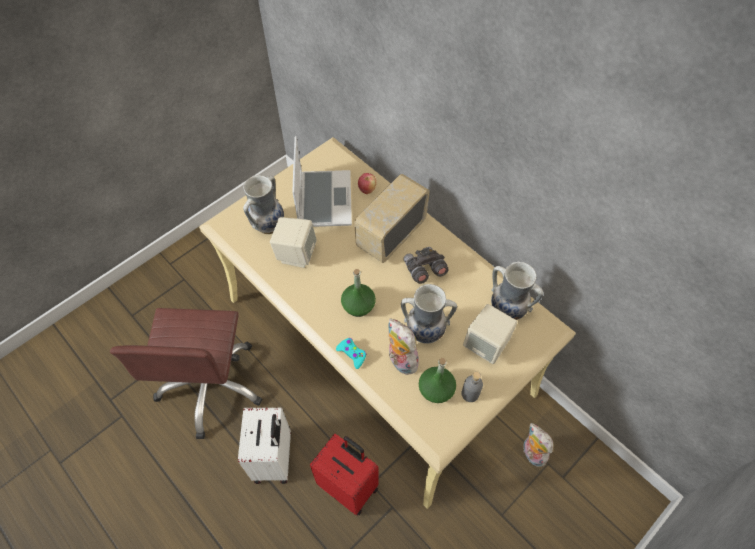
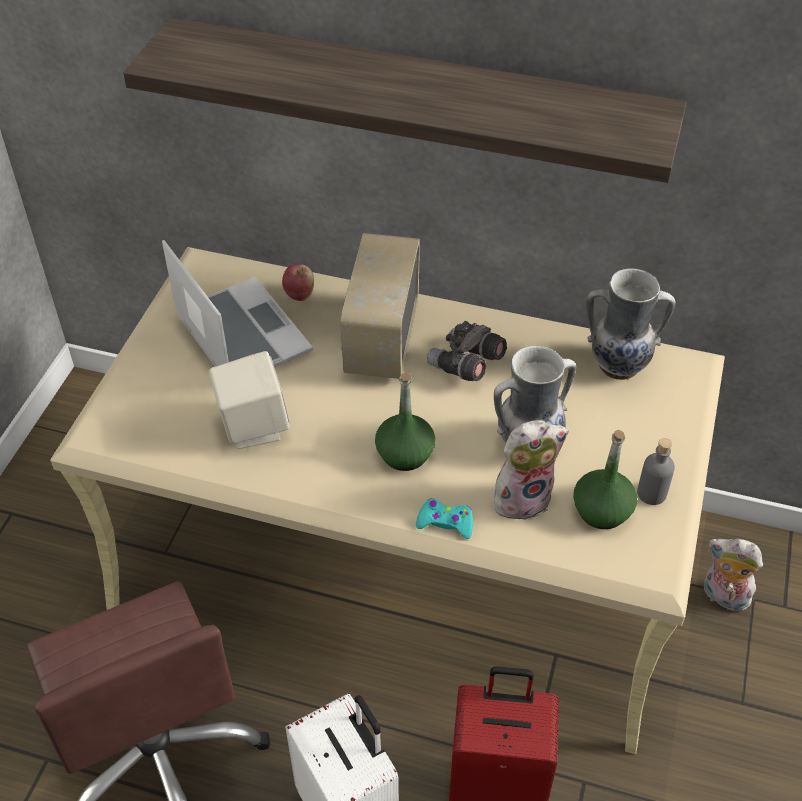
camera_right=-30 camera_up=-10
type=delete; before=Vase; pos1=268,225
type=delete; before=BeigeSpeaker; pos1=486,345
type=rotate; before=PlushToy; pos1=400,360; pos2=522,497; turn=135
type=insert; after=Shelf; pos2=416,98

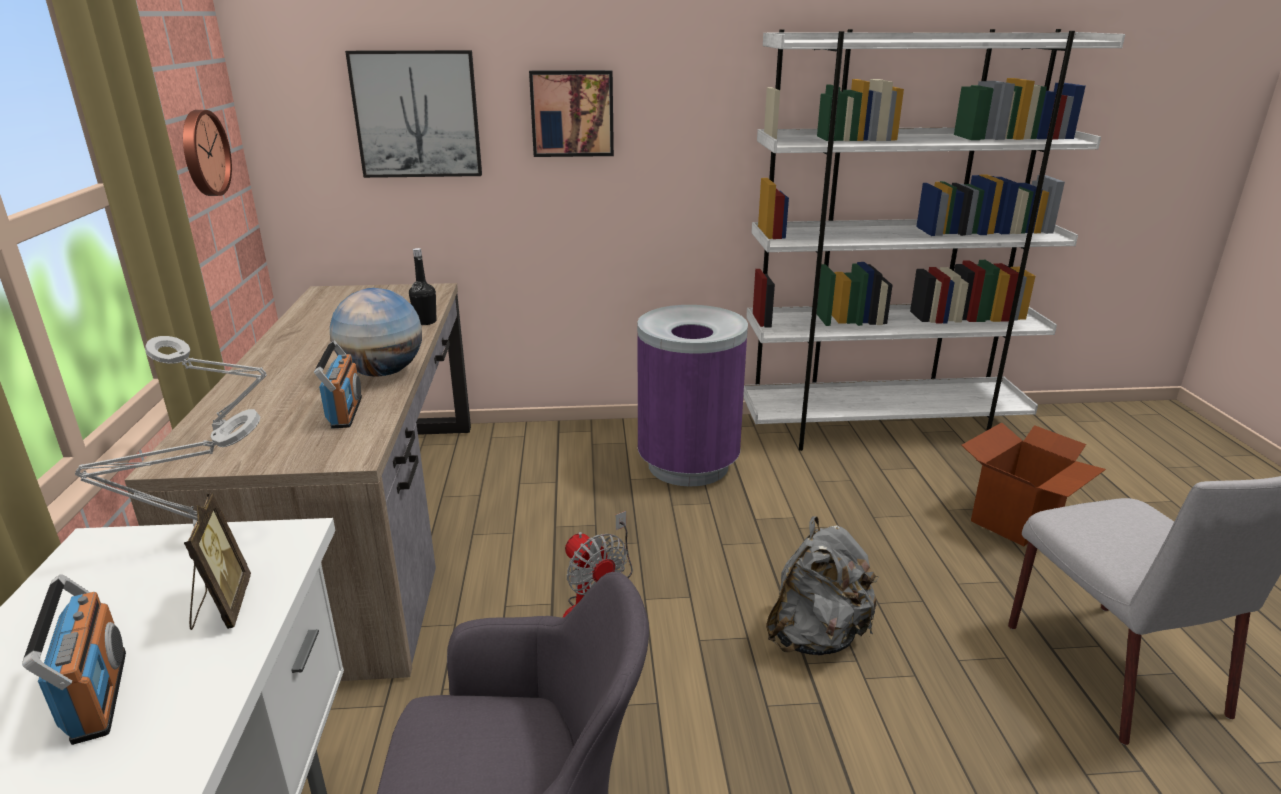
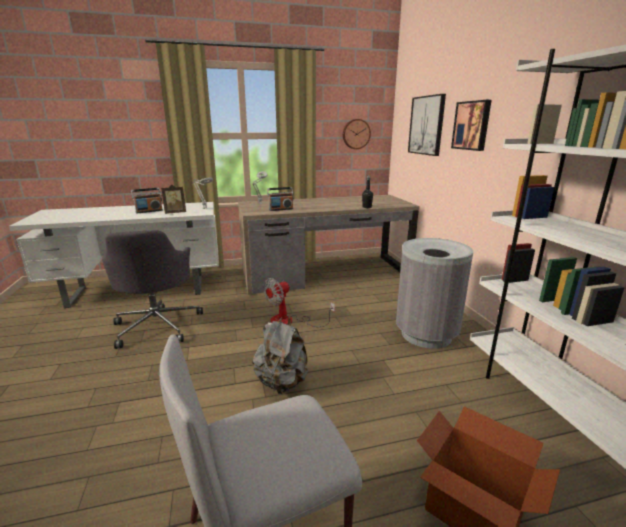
camera_right=80 camera_up=-5
type=delete; before=Globe; pos1=383,372
type=recolor; before=PurpleTrashCan; after=GreyTrashCan; pos1=688,465; pos2=426,335

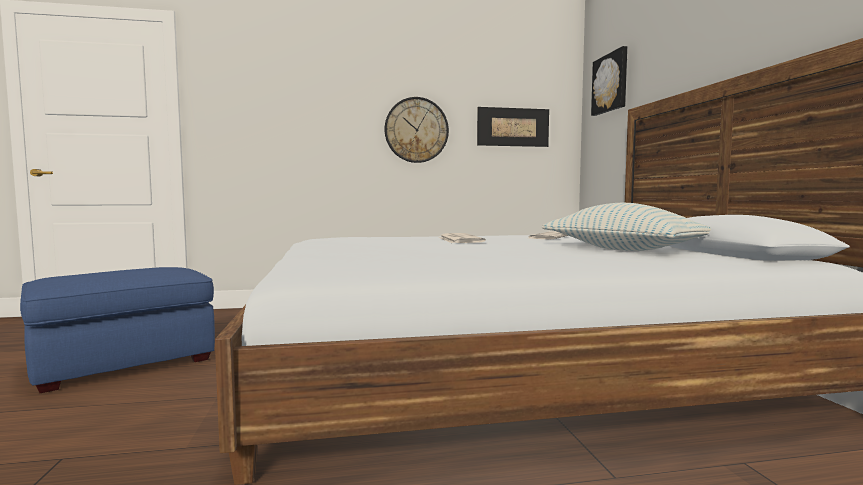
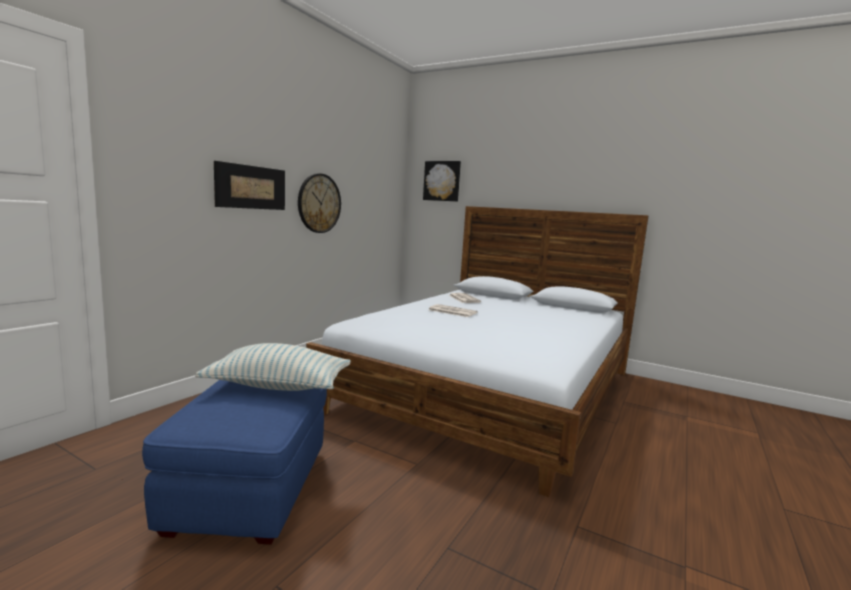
camera_right=-50 camera_up=5
type=move; before=Picture; pos1=513,127; pos2=251,187
type=move; before=Pillow; pos1=622,249; pos2=278,386

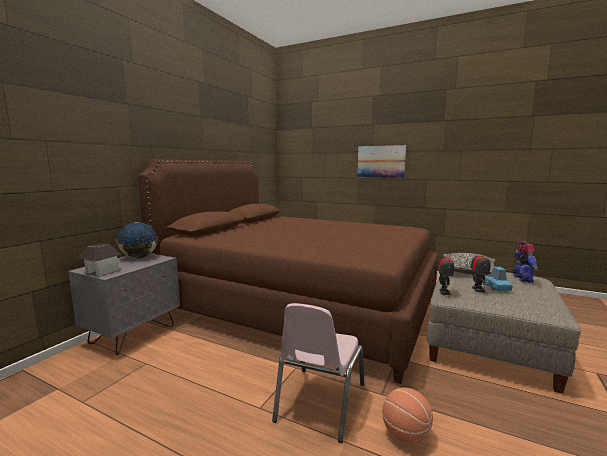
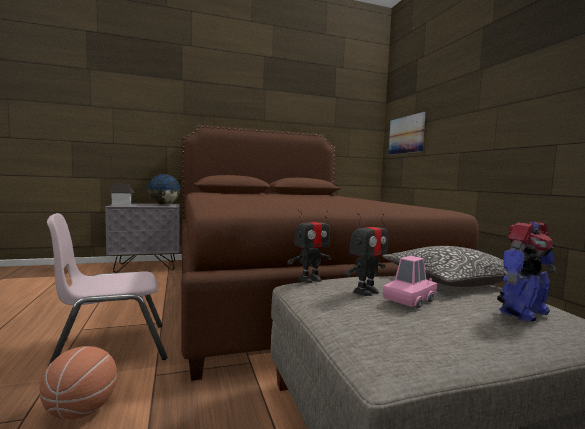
camera_right=45 camera_up=-5
type=move; before=Picture; pos1=381,161; pos2=406,135
type=recolor; before=BlueToyCar; after=PinkToyCar; pos1=496,287; pos2=410,299

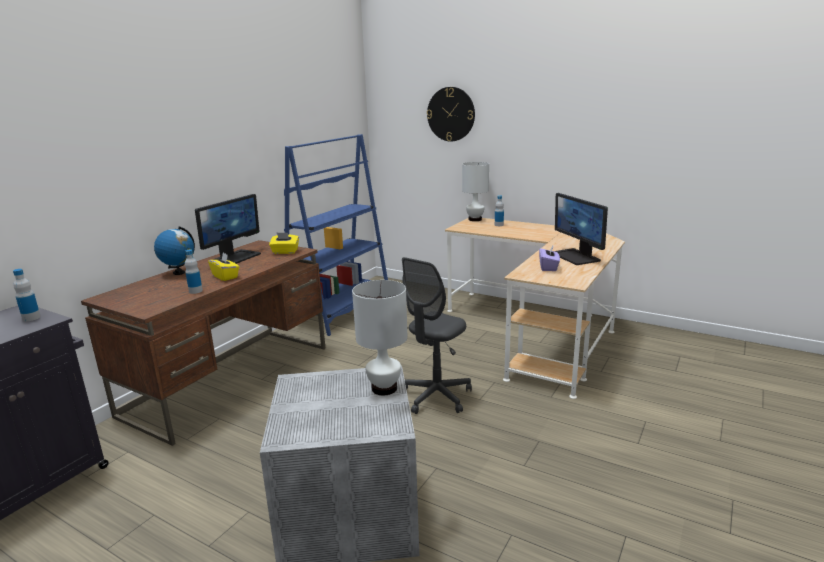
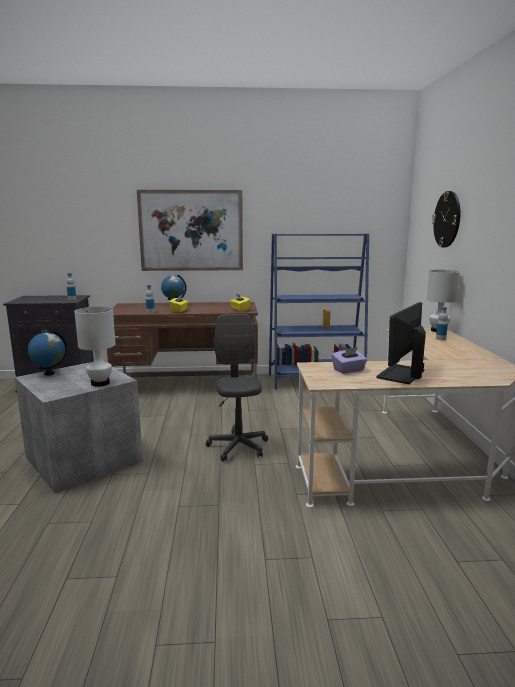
camera_right=55 camera_up=-5
type=delete; before=Monitor; pos1=235,257
type=rotate; before=GreyOfficeChair; pos1=436,396; pos2=238,447; turn=75
type=insert; after=Picture; pos2=191,230
type=insert; after=Globe; pos2=49,373

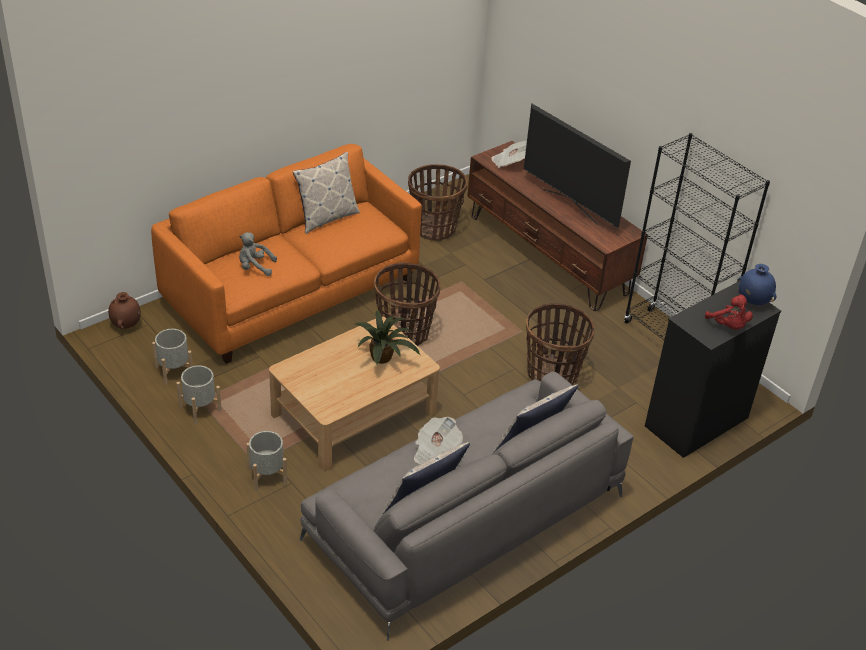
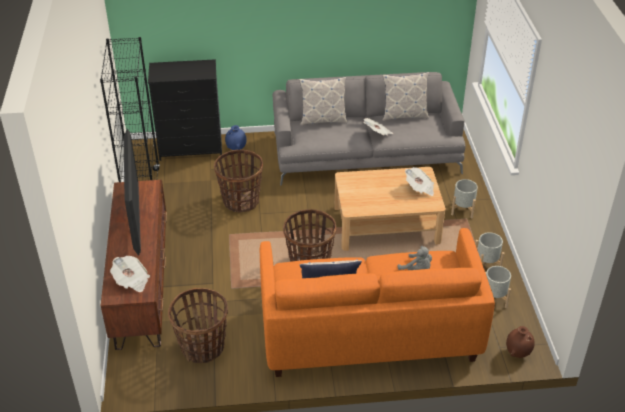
camera_right=-145 camera_up=0
type=move; before=BlueVase; pos1=752,301; pos2=236,149
type=delete; before=RedPlushToy; pos1=728,326
type=delete; before=PottedPlant; pos1=383,357
type=insert; after=Newspaper; pos2=419,188

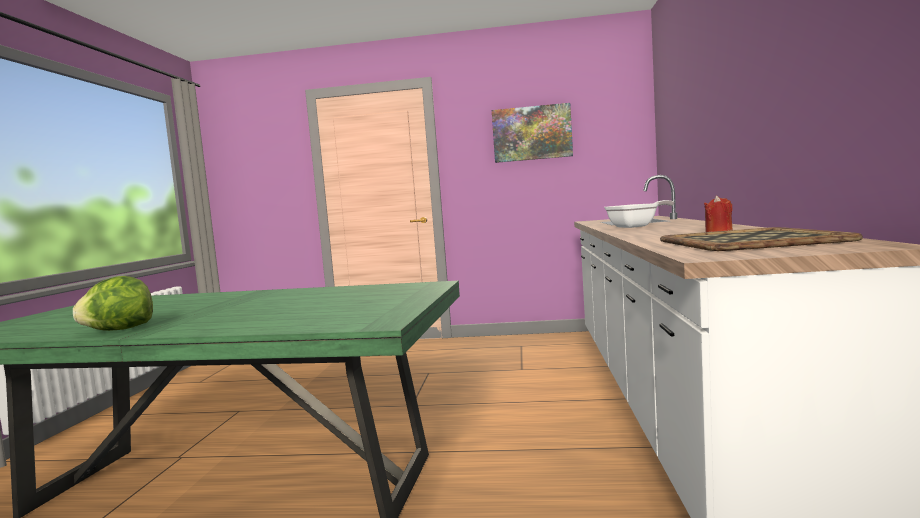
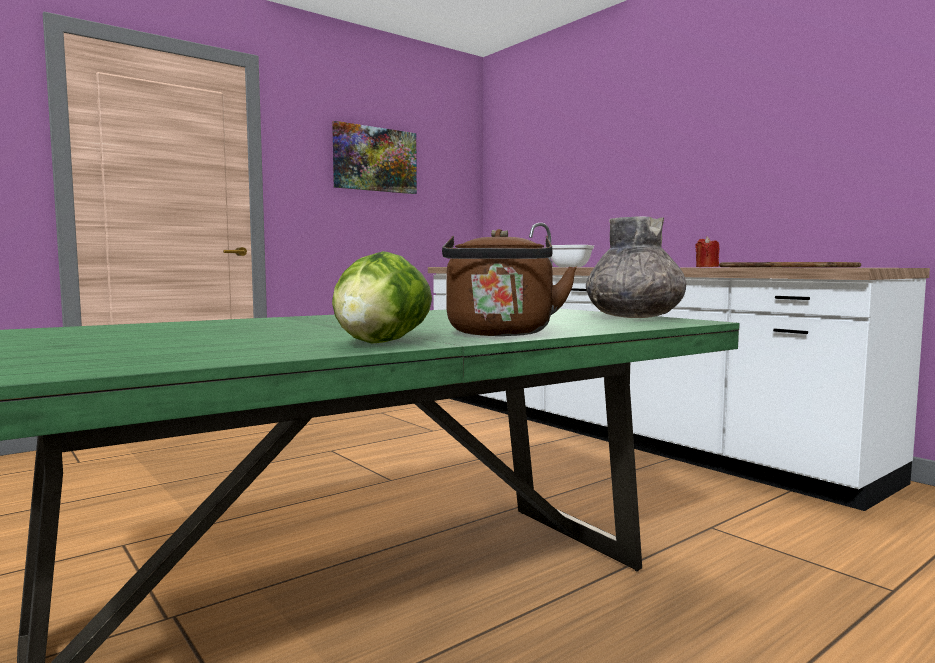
camera_right=-45 camera_up=0
type=insert; after=GreyVase; pos2=634,317
type=insert; after=BrownKettle; pos2=500,334

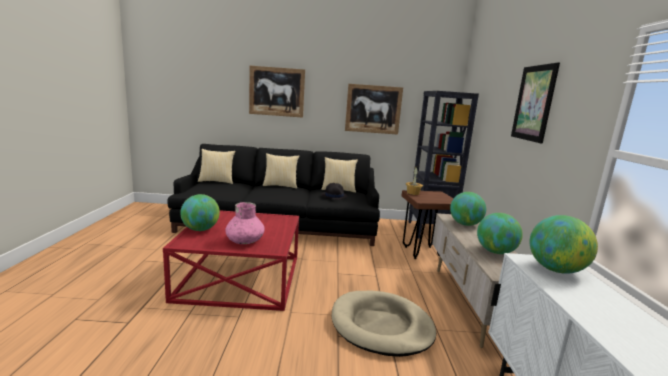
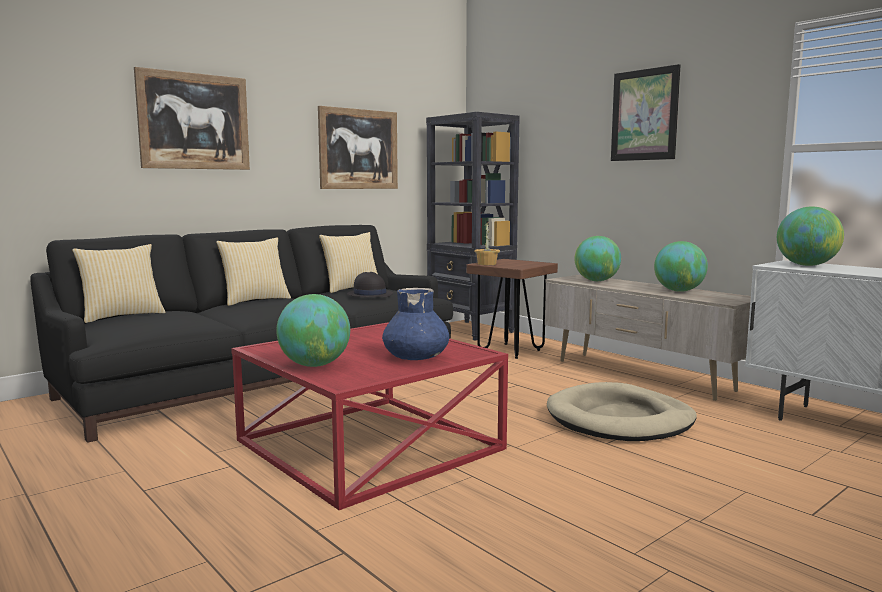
camera_right=-40 camera_up=-5
type=recolor; before=PinkVase; after=BlueVase; pos1=245,241; pos2=416,357

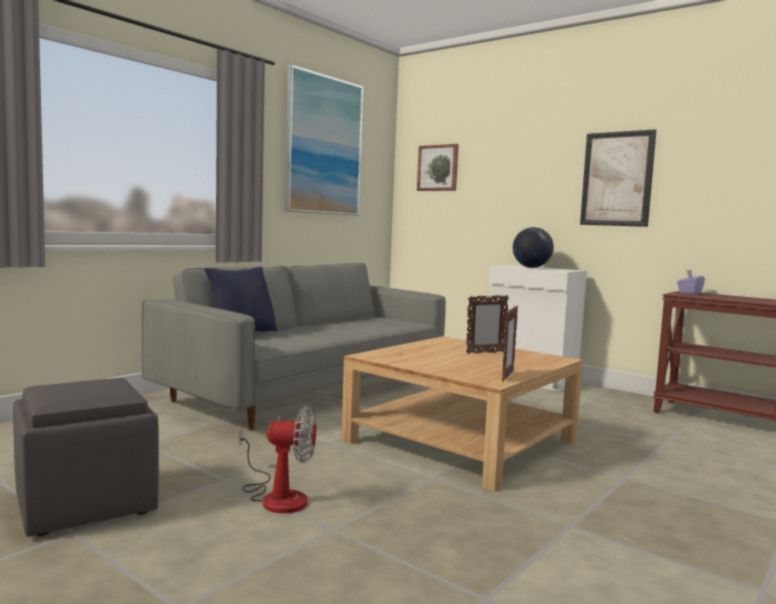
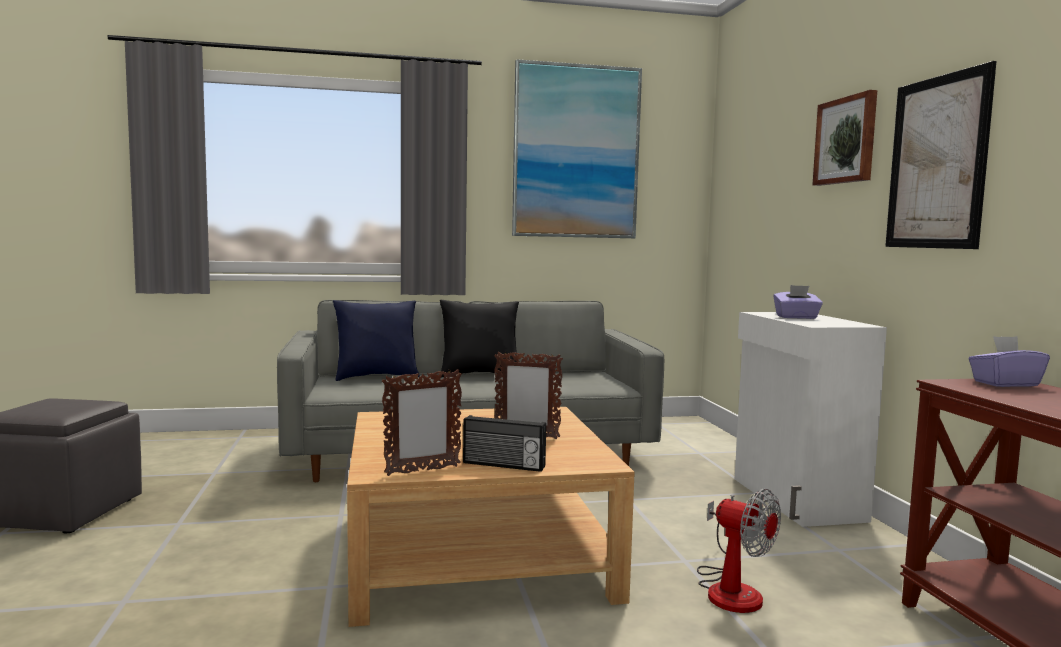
camera_right=40 camera_up=0
type=move; before=Picture; pos1=438,168; pos2=846,140
type=replace; before=Globe; after=PurpleTissueBox; pos1=531,267; pos2=796,317
type=move; before=Fan; pos1=277,496; pos2=730,589
type=insert; after=BlackPillow; pos2=479,375
type=insert; after=Radio; pos2=503,465

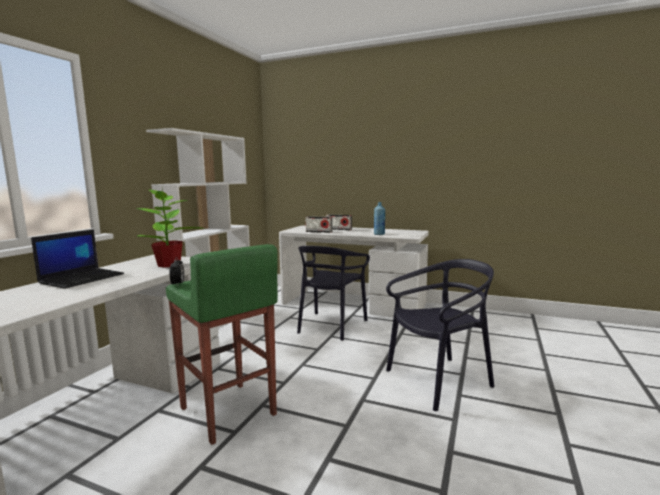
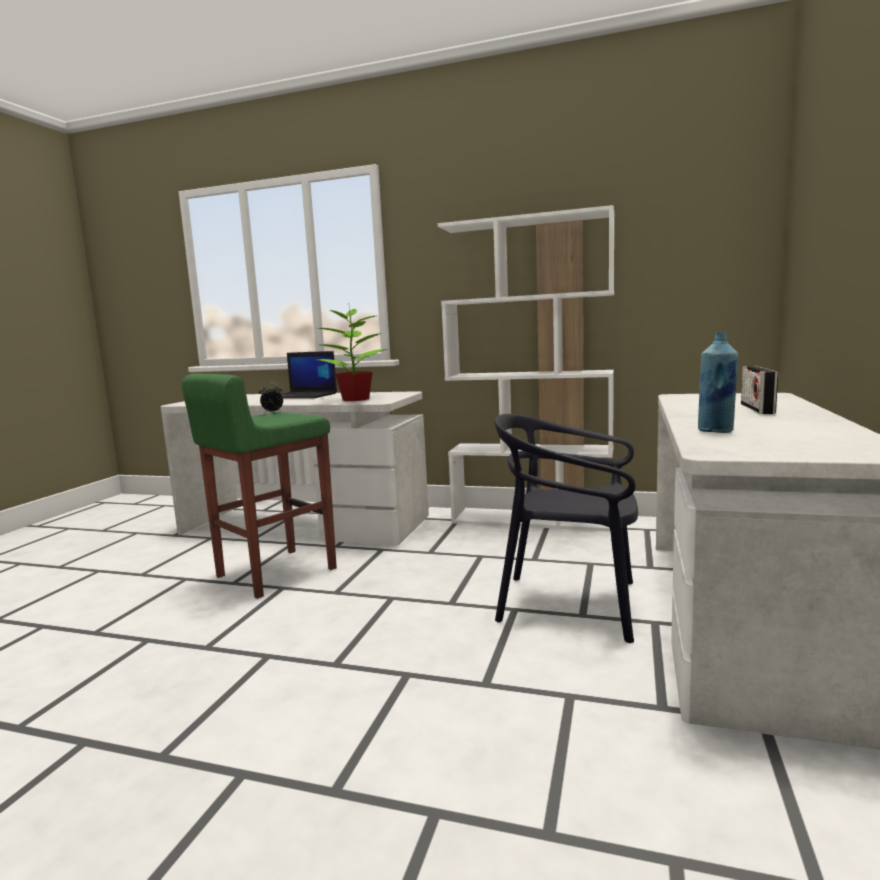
camera_right=85 camera_up=0
type=delete; before=Radio; pos1=319,232
type=delete; before=BlackChair; pos1=439,381

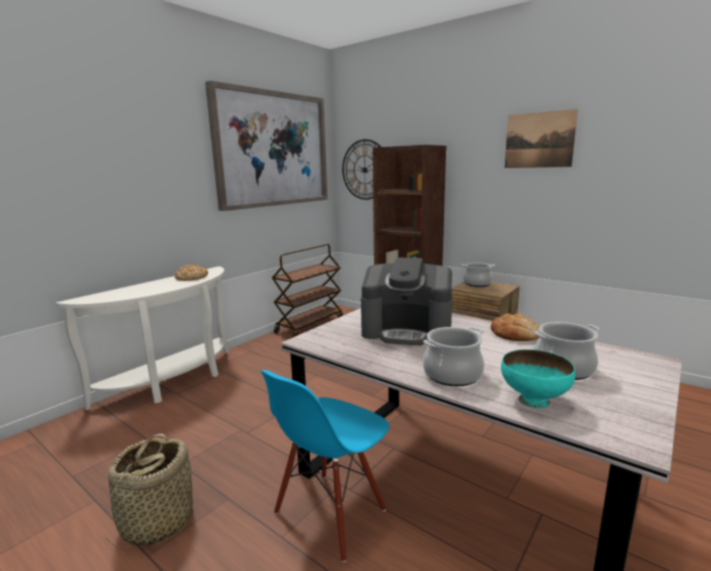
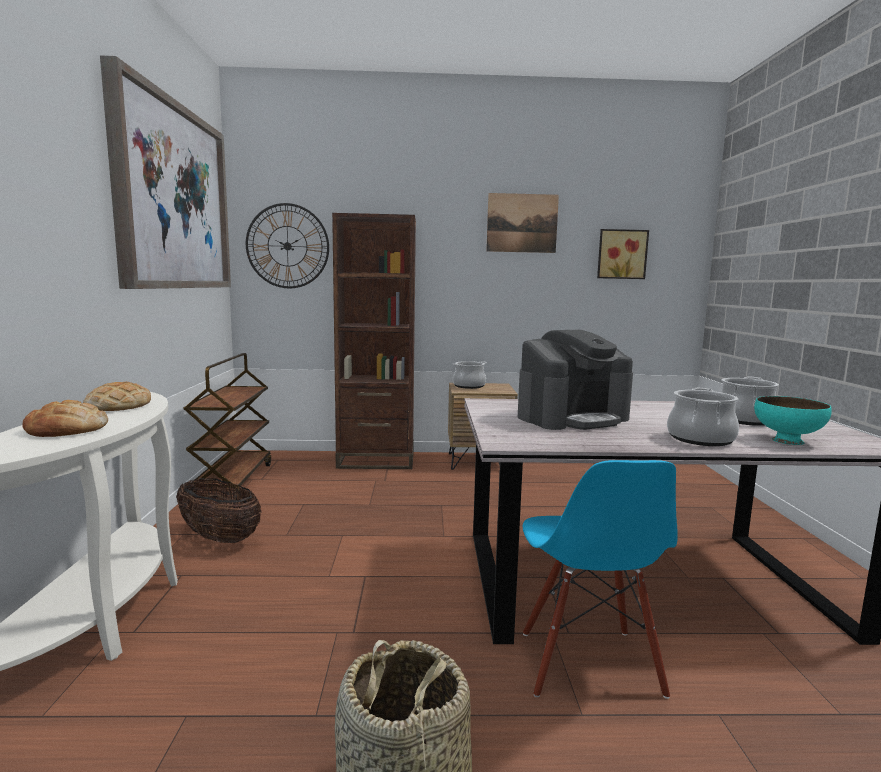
camera_right=-40 camera_up=-5
type=move; before=Bread; pos1=515,333; pos2=67,429
type=insert; after=Picture; pos2=621,254
type=insert; after=Basket; pos2=219,538

